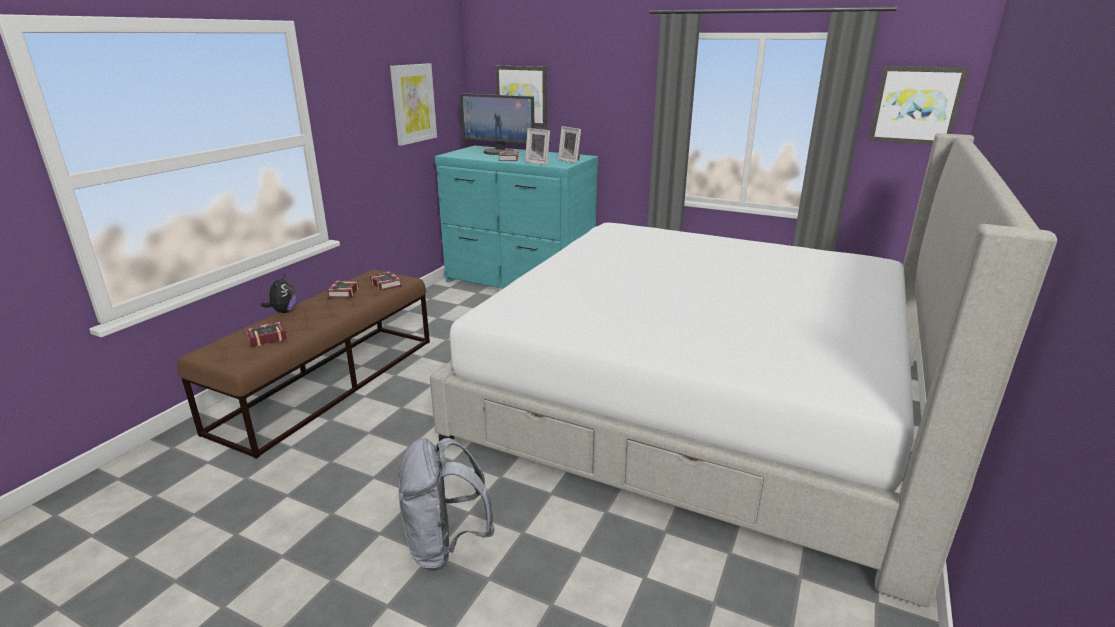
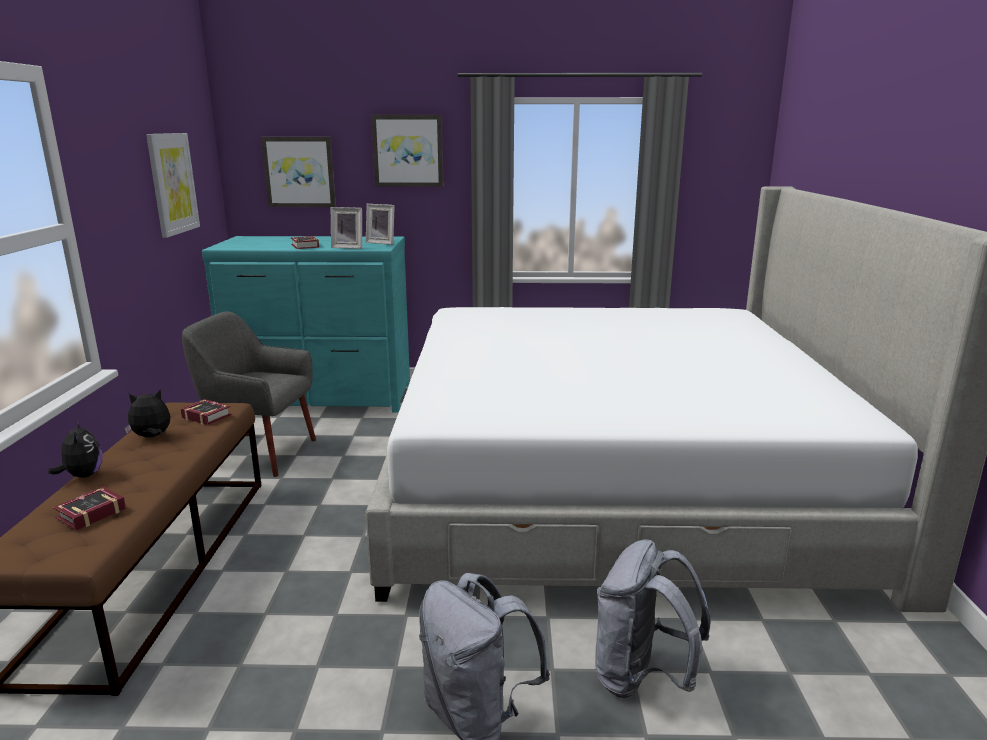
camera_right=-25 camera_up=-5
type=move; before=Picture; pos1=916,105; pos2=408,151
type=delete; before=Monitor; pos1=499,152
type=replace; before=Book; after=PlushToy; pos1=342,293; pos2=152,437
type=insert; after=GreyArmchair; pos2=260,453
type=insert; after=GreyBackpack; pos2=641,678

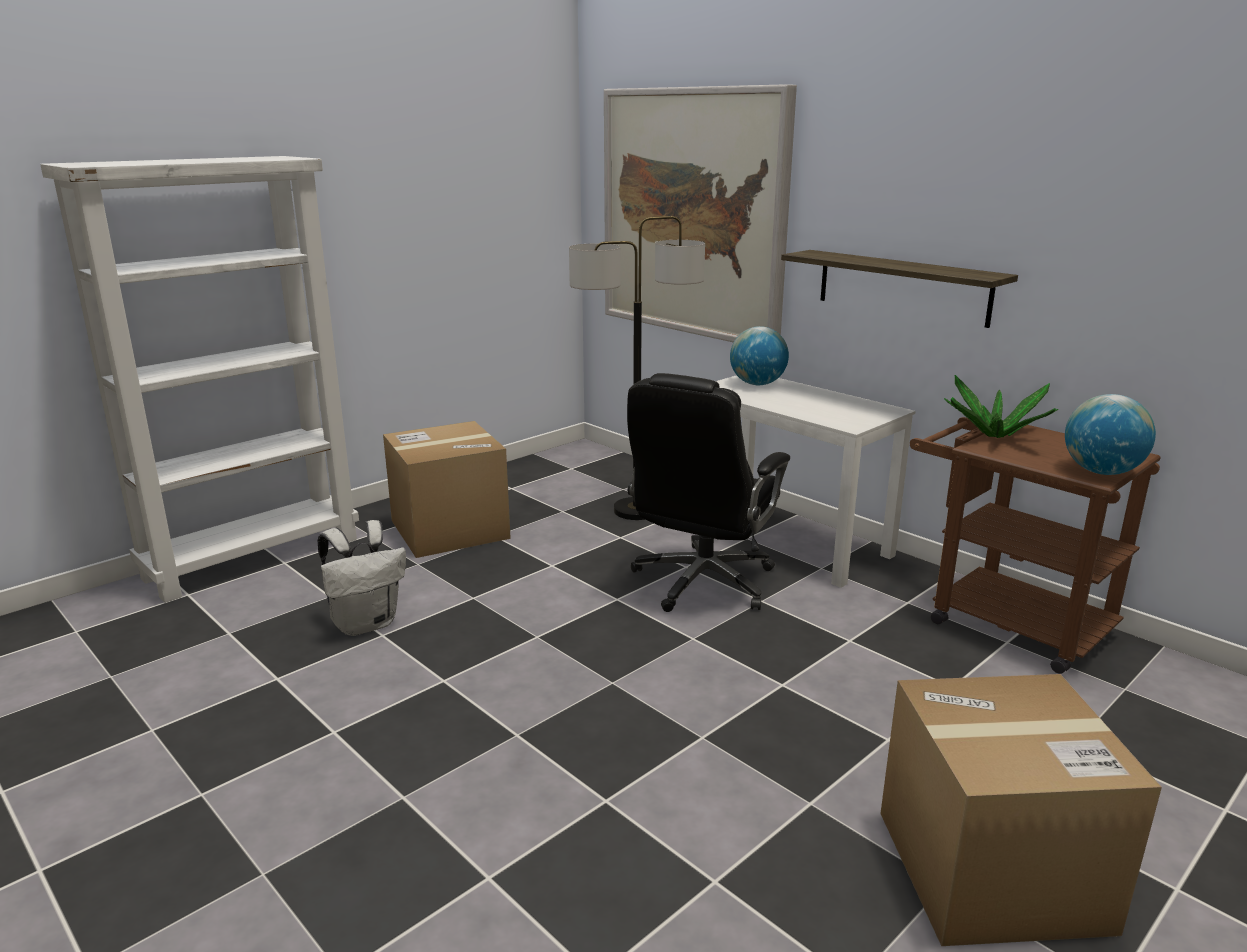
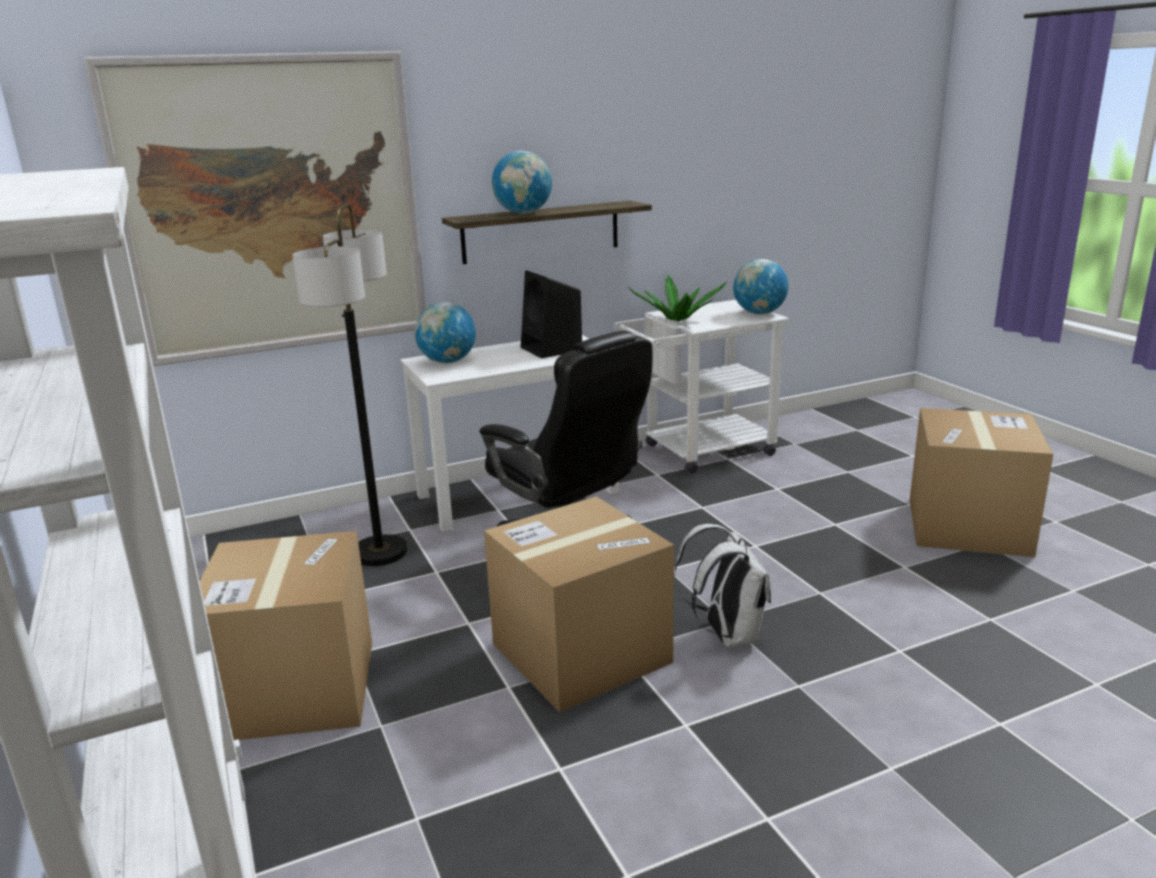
camera_right=-70 camera_up=0
type=recolor; before=BrownCart; after=WhiteCart; pos1=1004,620; pos2=699,452
type=move; before=WhiteBackpack; pos1=366,623; pos2=727,634
type=insert; after=Globe; pos2=523,213
type=insert; after=BlackSpeaker; pos2=552,349
type=insert; after=CardboardBox; pos2=581,653

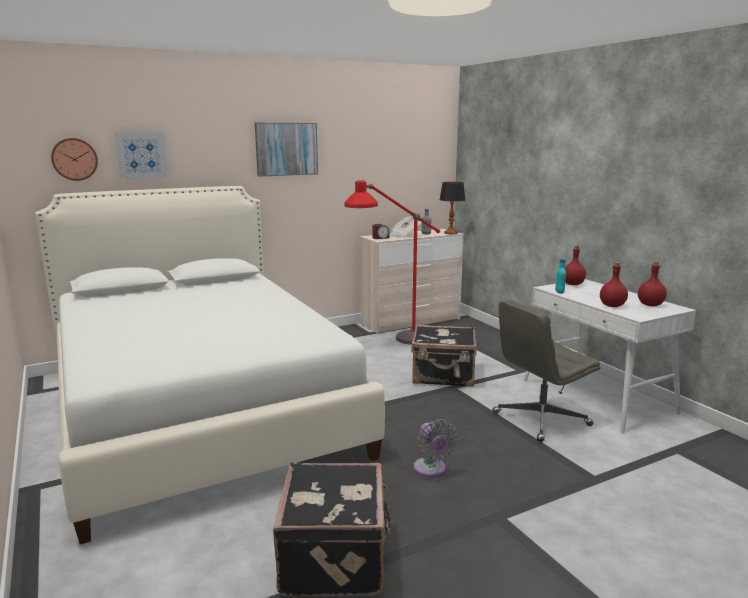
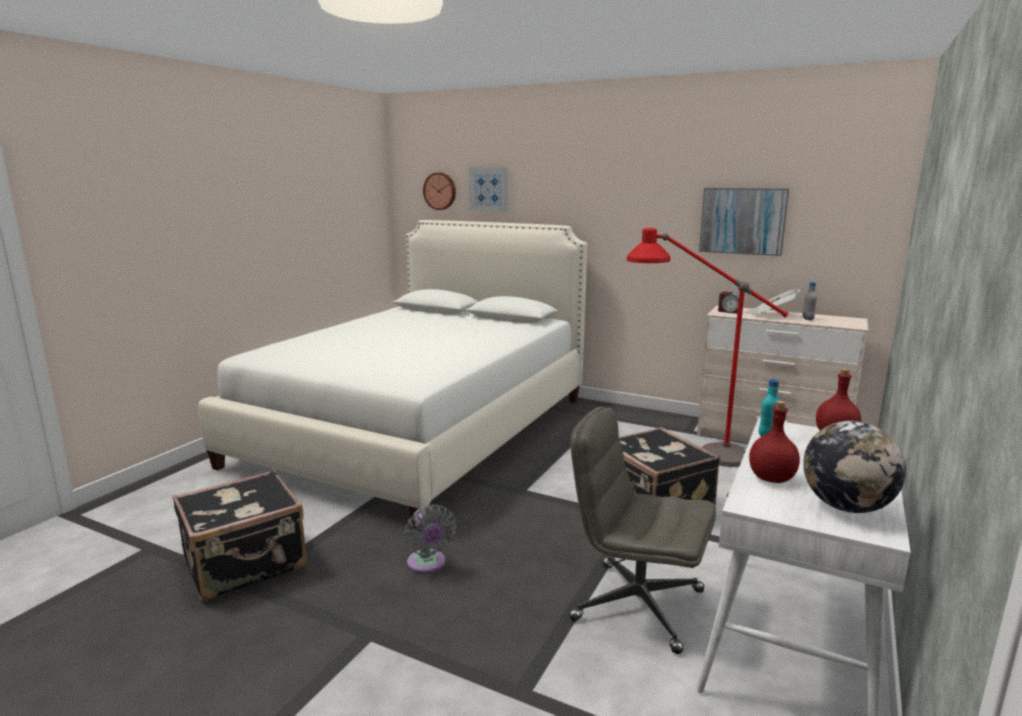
camera_right=55 camera_up=0
type=move; before=Picture; pos1=286,149; pos2=742,221
type=delete; before=TableLamp; pos1=451,233
type=replace; before=RedBottle; after=Globe; pos1=650,305; pos2=846,507
type=rotate; before=GreyFan; pos1=431,470; pos2=427,564; turn=-60

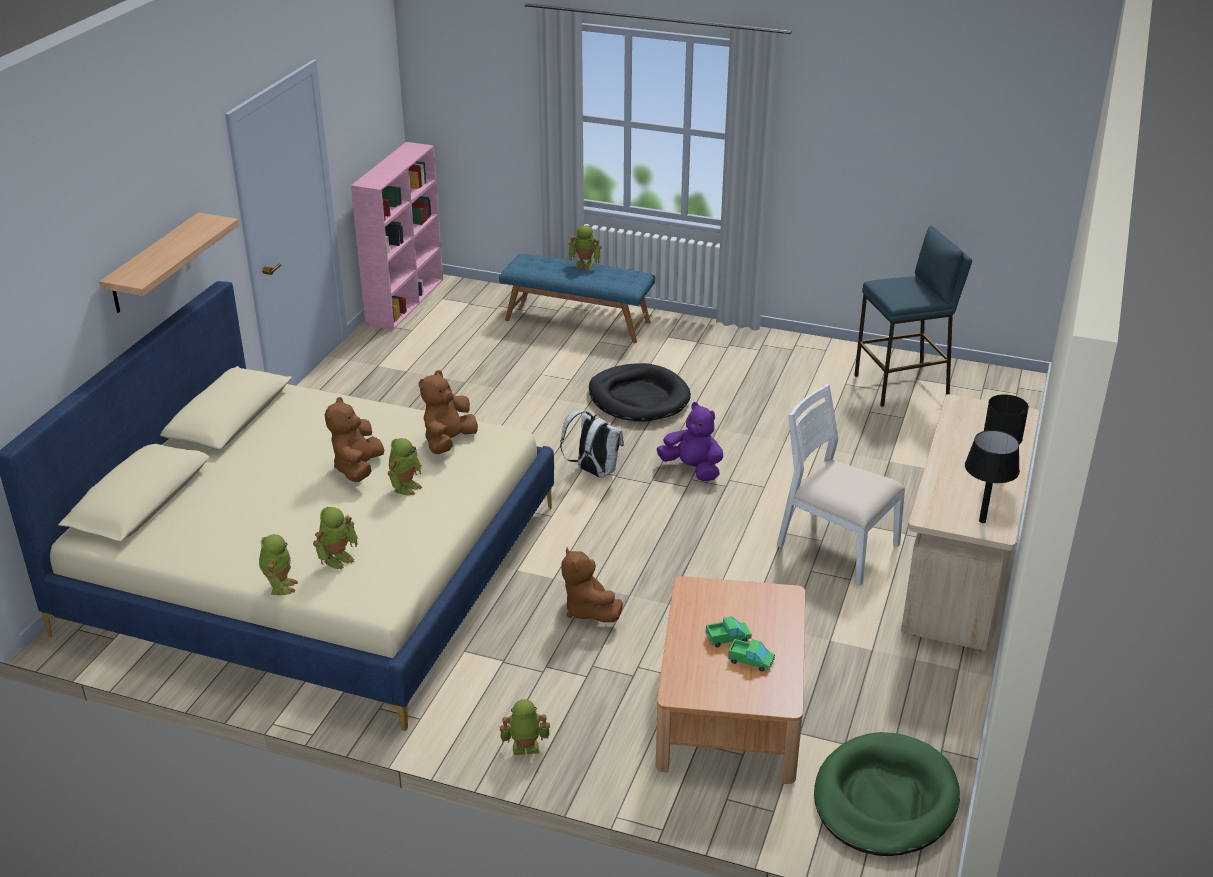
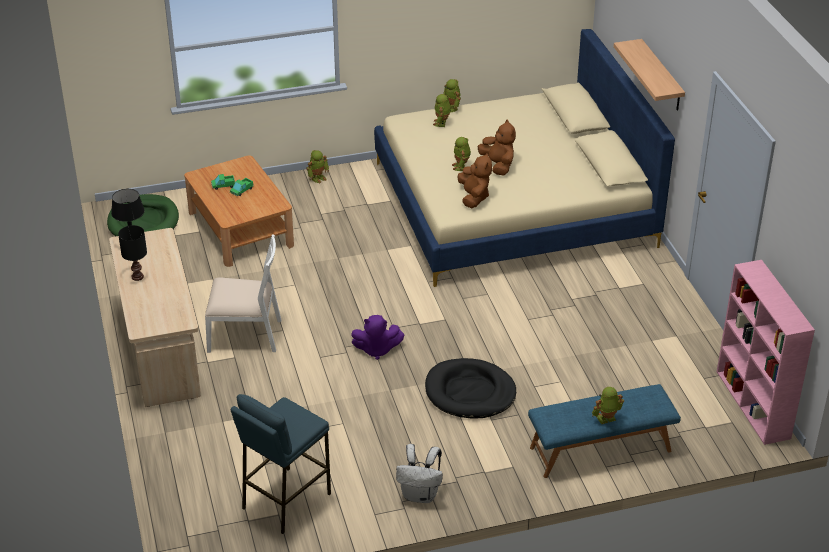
camera_right=145 camera_up=5
type=move; before=WhiteBackpack; pos1=593,471; pos2=420,495
type=delete; before=BrownPlushToy; pos1=588,610

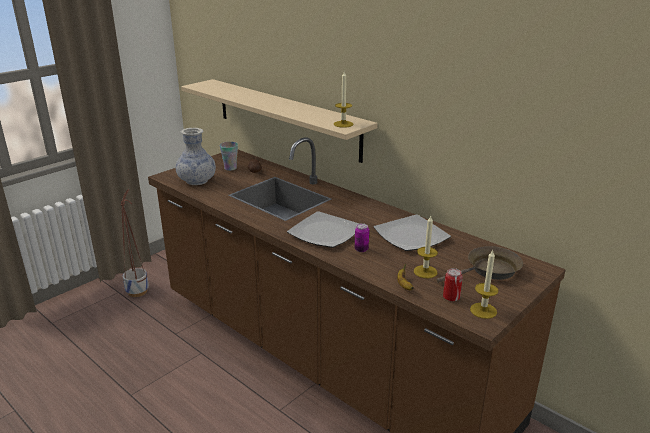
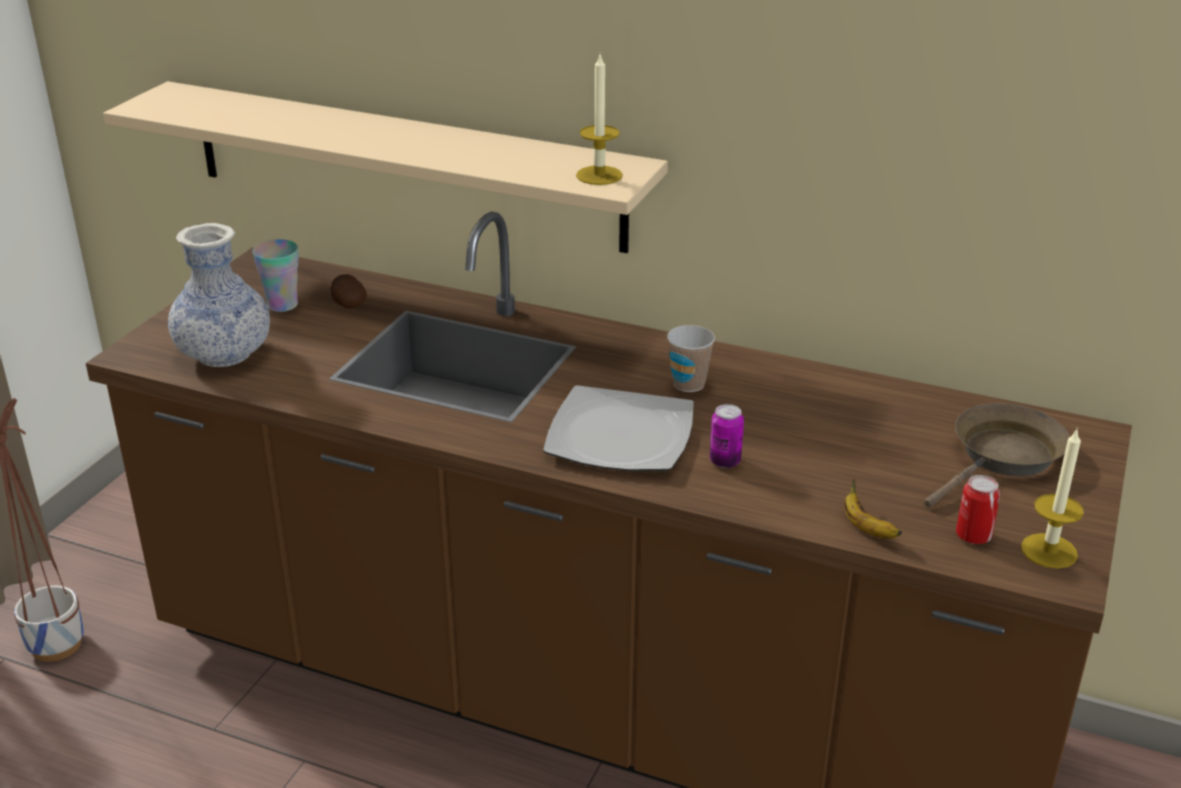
camera_right=-20 camera_up=5
type=delete; before=Plate; pos1=411,236
type=delete; before=Candle; pos1=425,272
type=insert; after=Cup; pos2=688,384

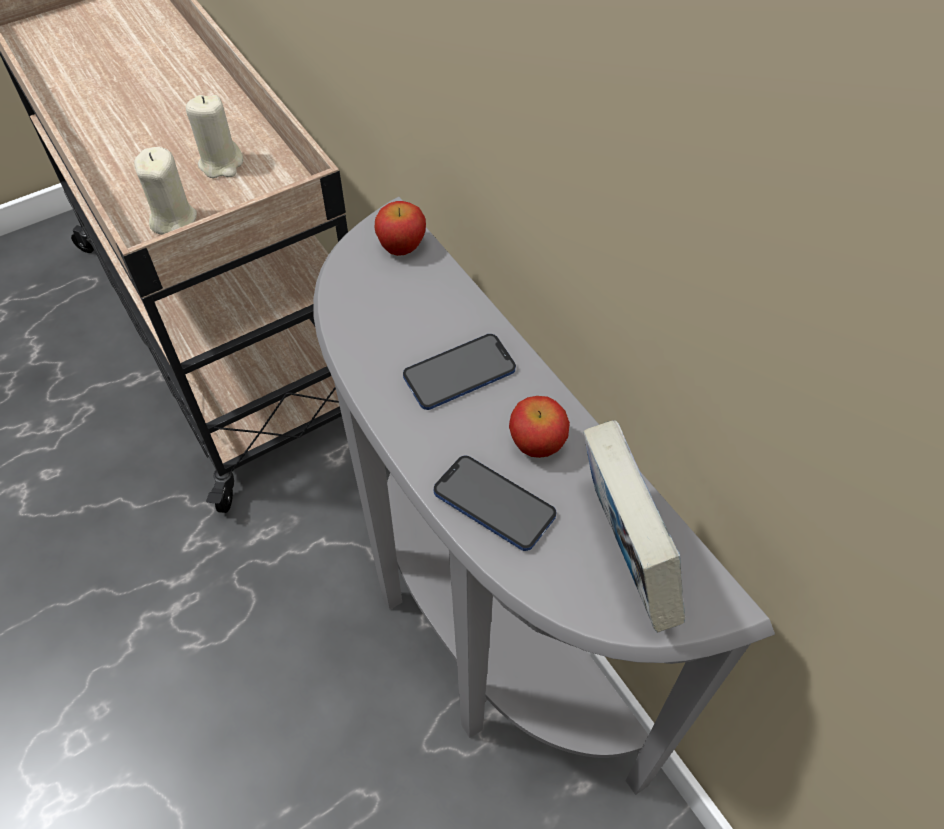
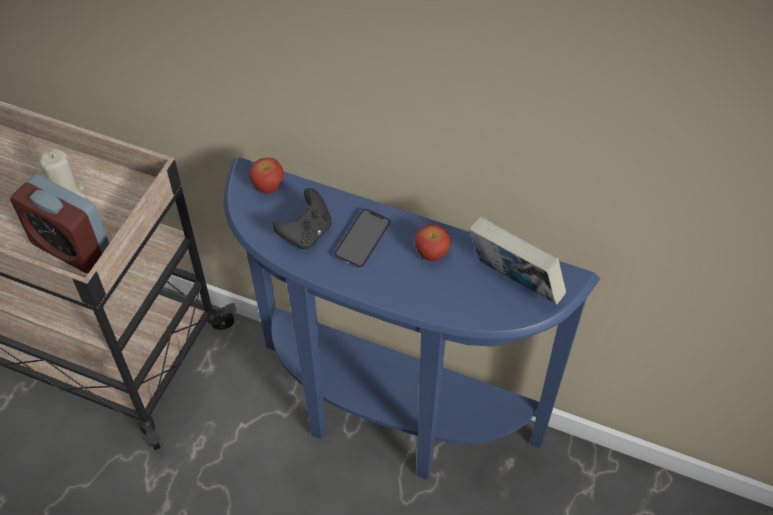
camera_right=-35 camera_up=0
type=replace; before=BeigeCandle; after=AlarmClock; pos1=173,219; pos2=71,247
type=recolor; before=GreyConsoleTable; after=BlueConsoleTable; pos1=477,637; pos2=388,420
type=delete; before=Phone; pos1=494,504
type=insert; after=BlackGameController; pos2=306,233

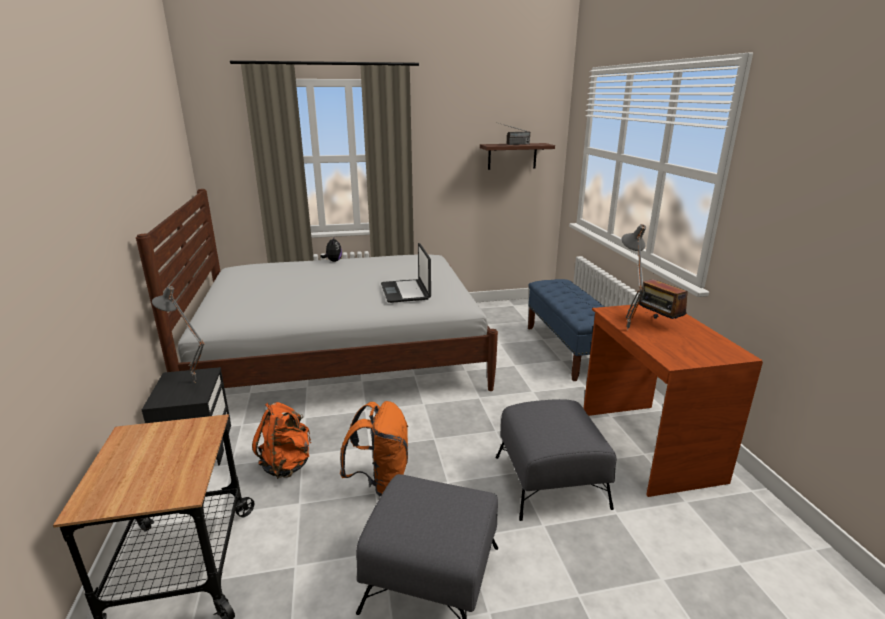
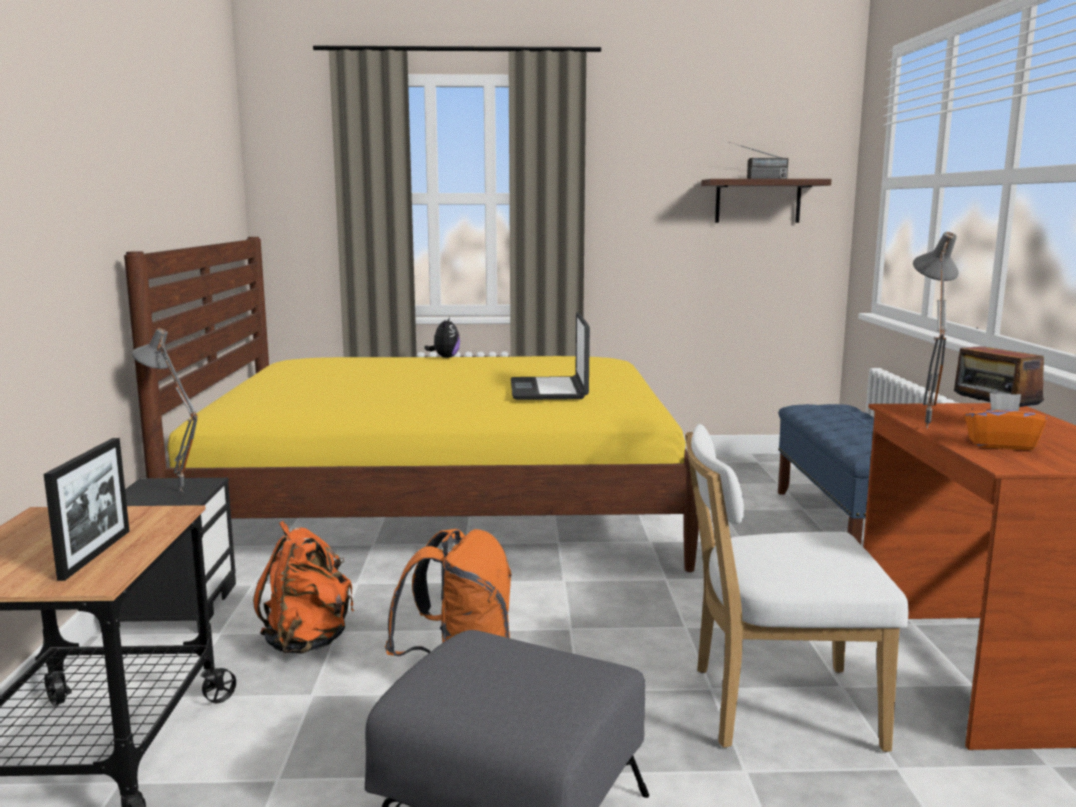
camera_right=10 camera_up=-10
type=recolor; before=WhiteBed; after=YellowBed; pos1=343,355; pos2=444,509
type=replace; before=GreyOttoman; after=WhiteChair; pos1=550,480; pos2=774,706
type=insert; after=OrangeTissueBox; pos2=1000,445
type=insert; after=PictureFrame; pos2=95,554

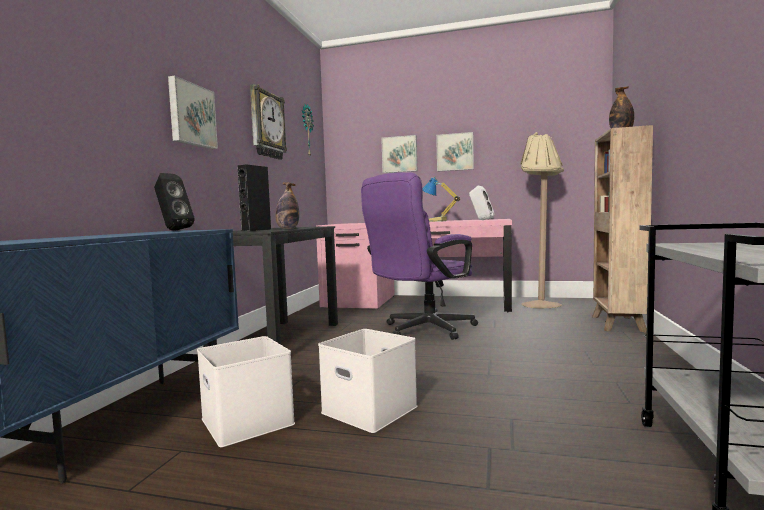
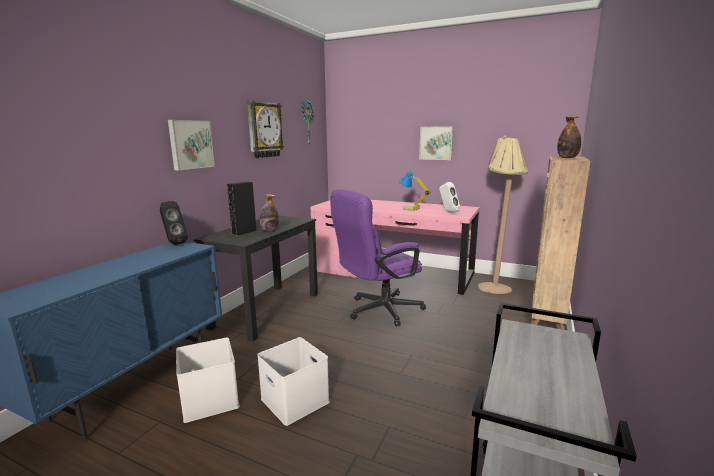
camera_right=10 camera_up=10
type=delete; before=Picture; pos1=399,154

